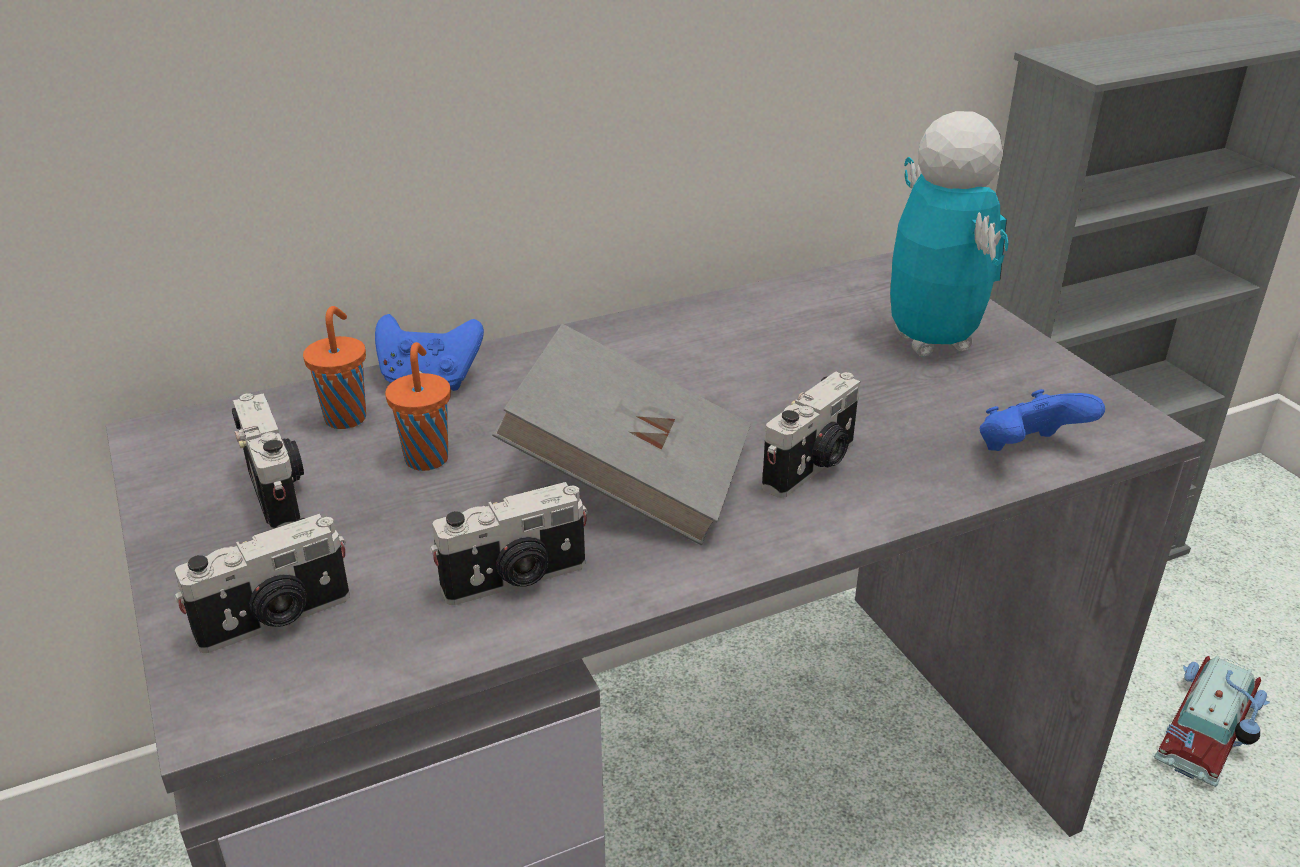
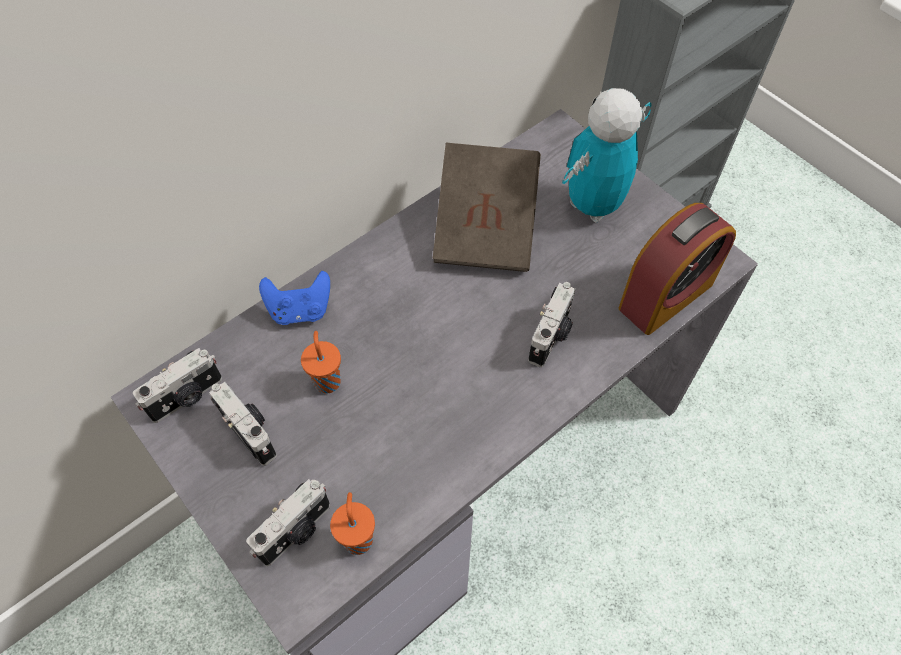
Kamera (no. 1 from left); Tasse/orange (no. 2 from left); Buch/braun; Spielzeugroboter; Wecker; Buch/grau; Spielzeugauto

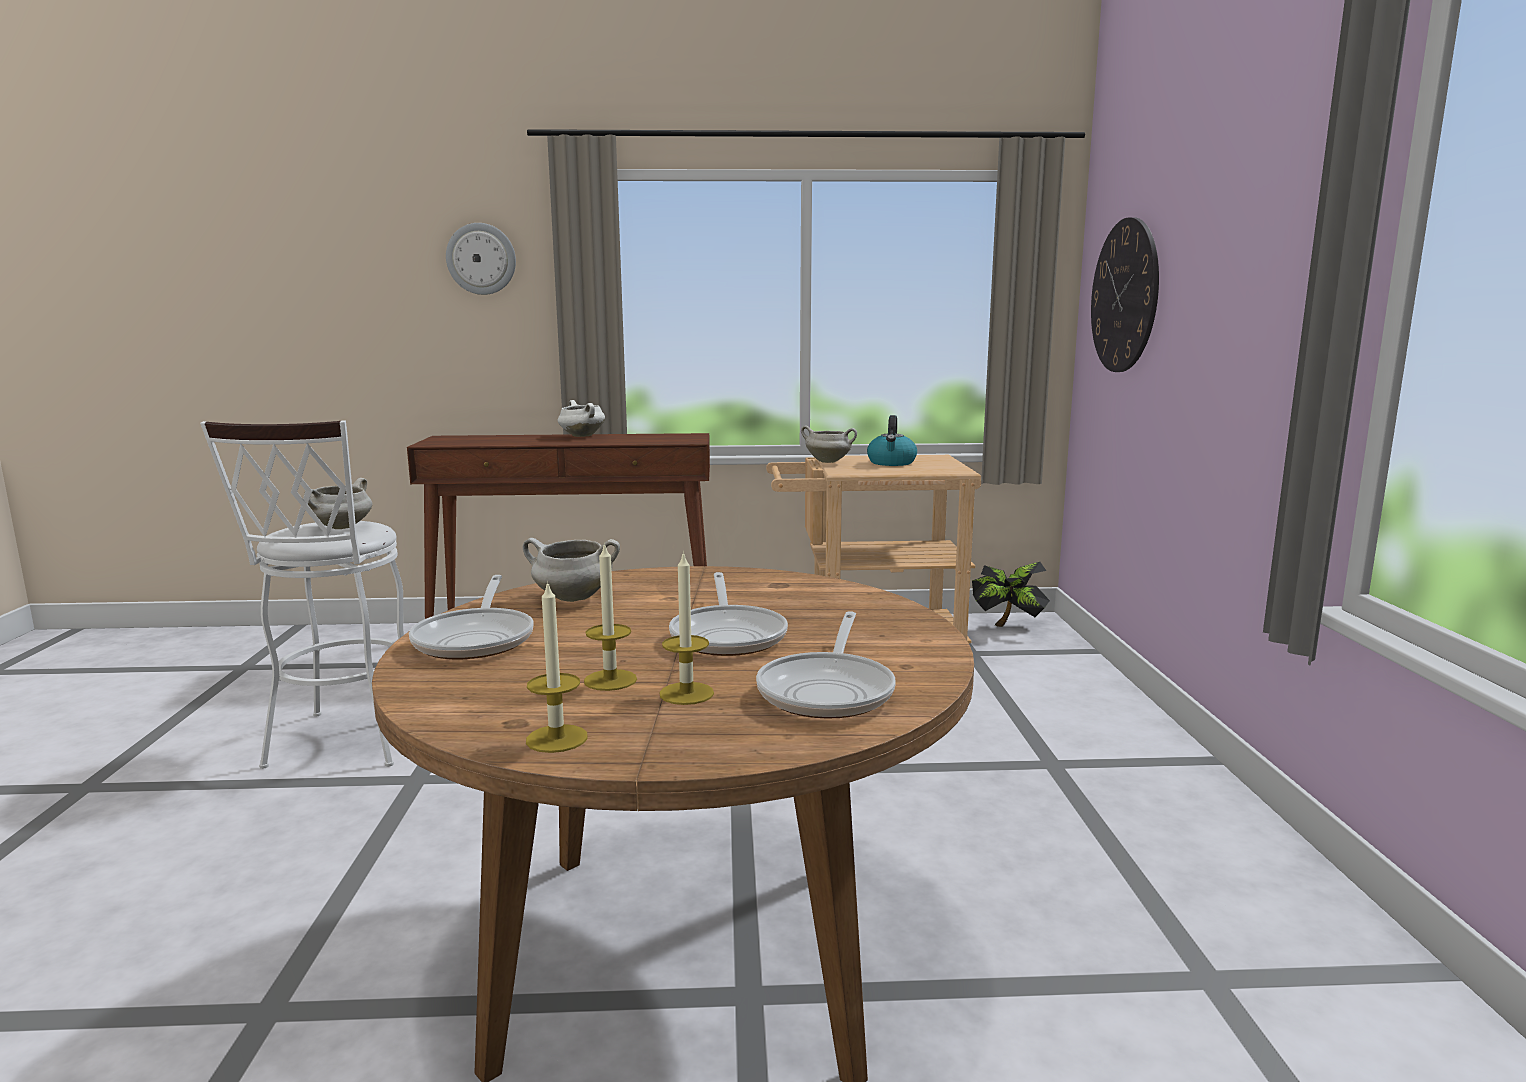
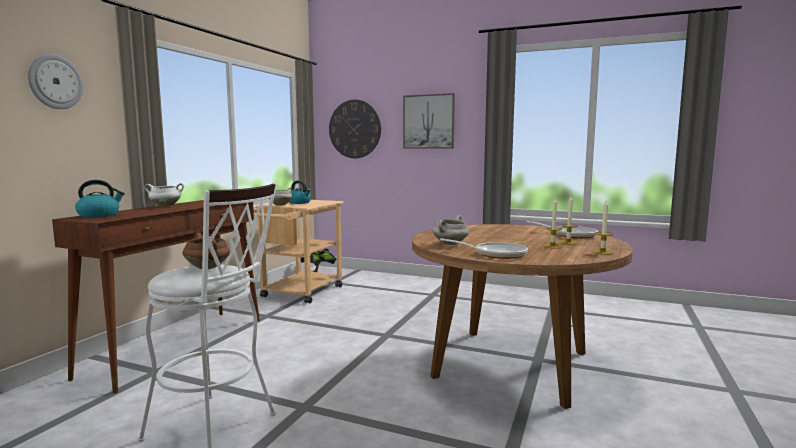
Wasserkessel (no. 1 from left); Kochtopf/braun; Bild; Pfanne (no. 2 from left in the first image)

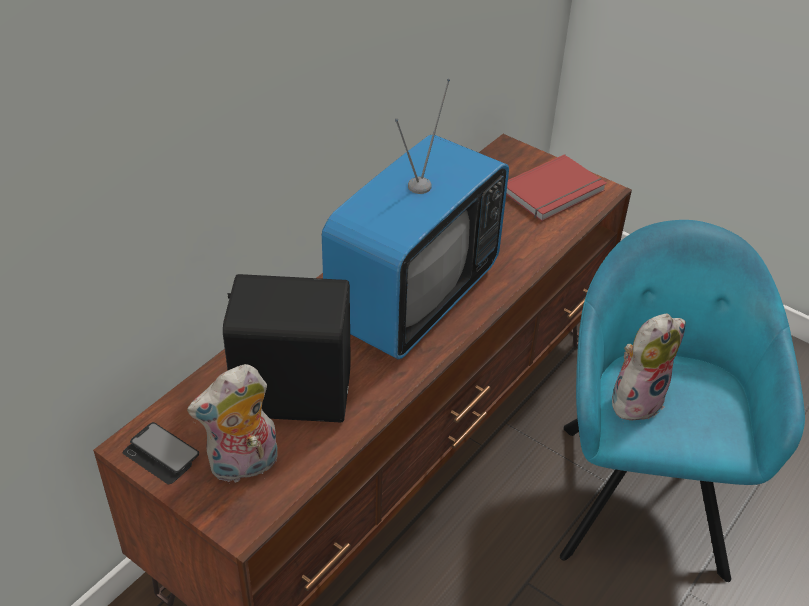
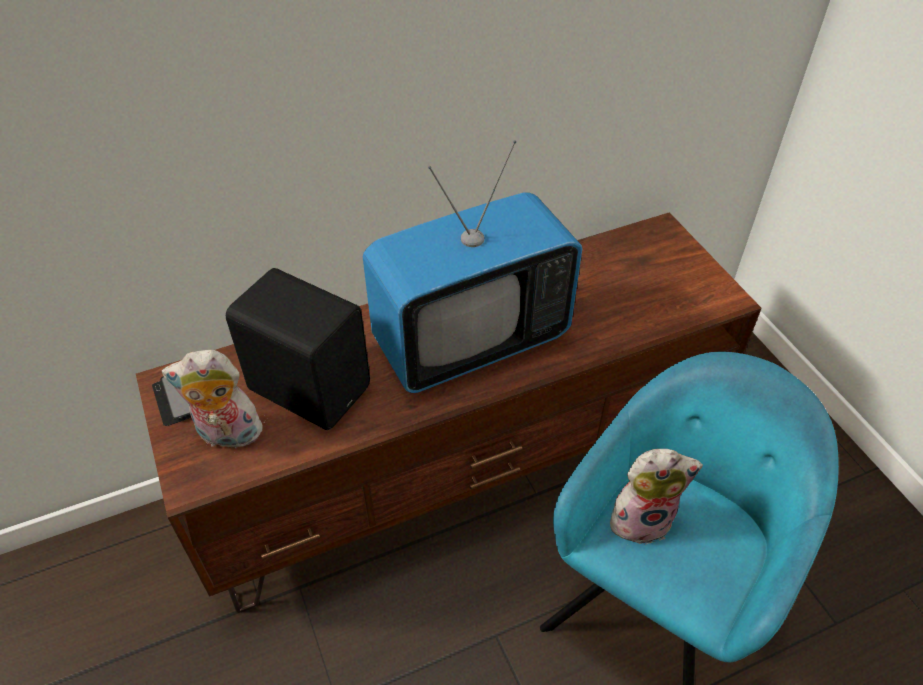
Buch/rot

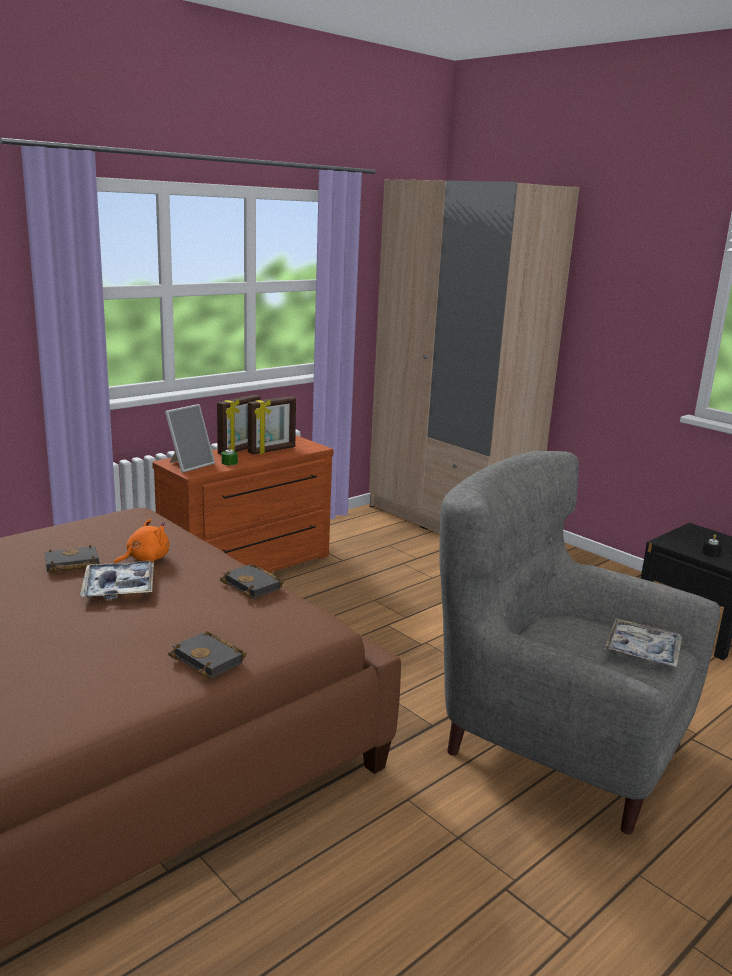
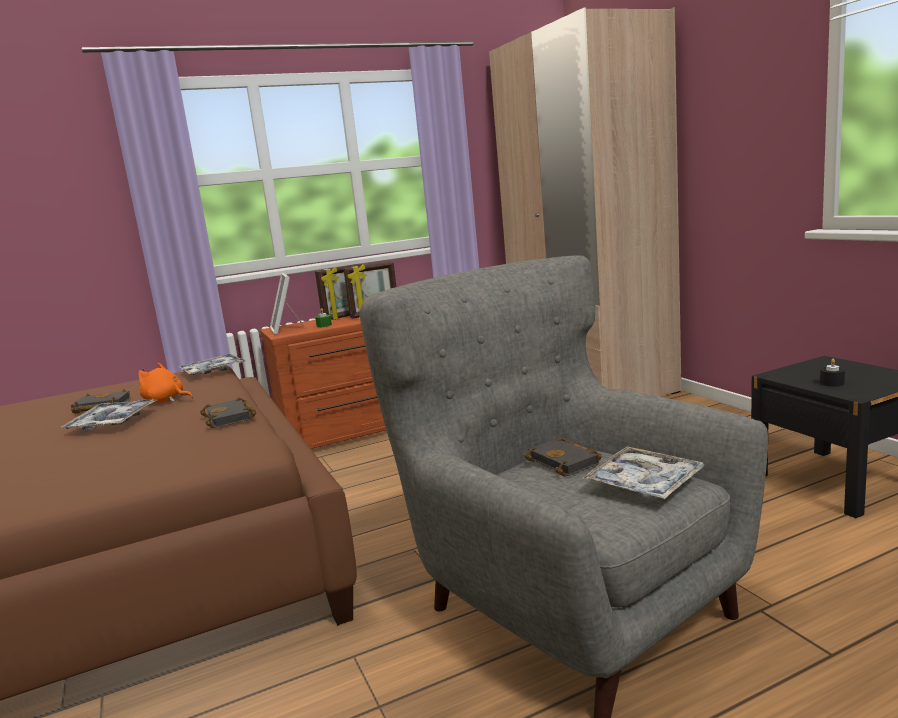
Plüschtier/orange; Tablett (no. 2 from left); Bilderrahmen (no. 1 from left); Buch/schwarz (no. 3 from left)

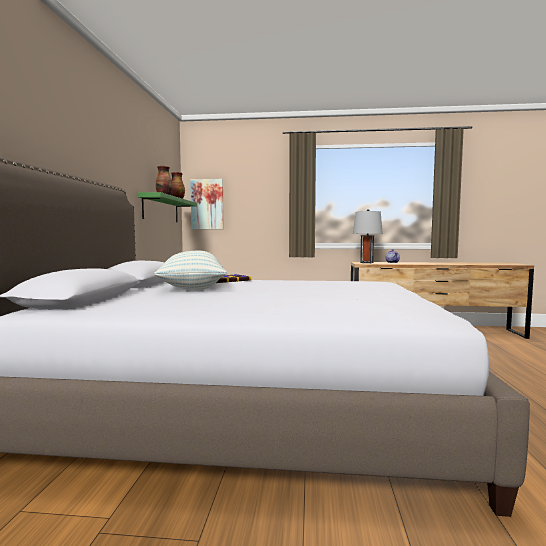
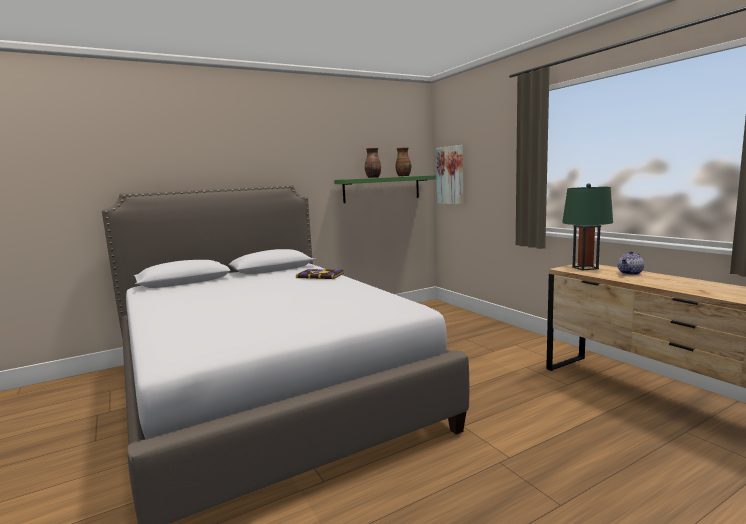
Tischlampe/grün; Kissen

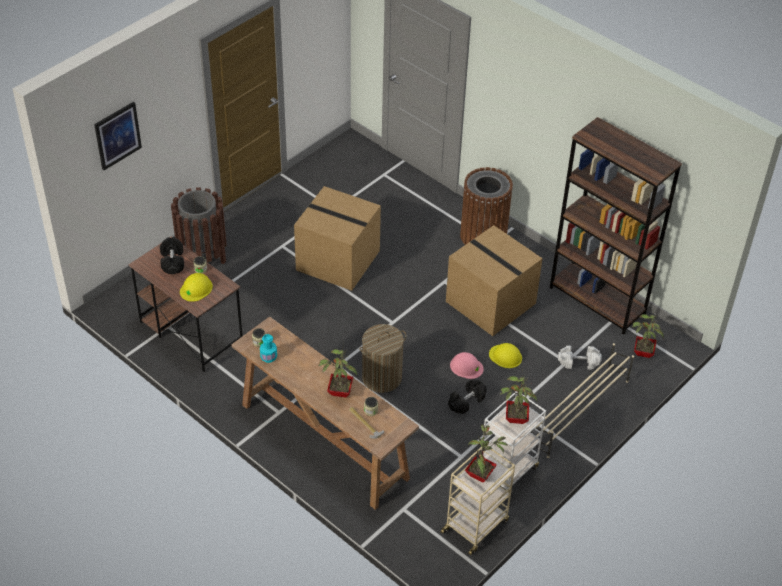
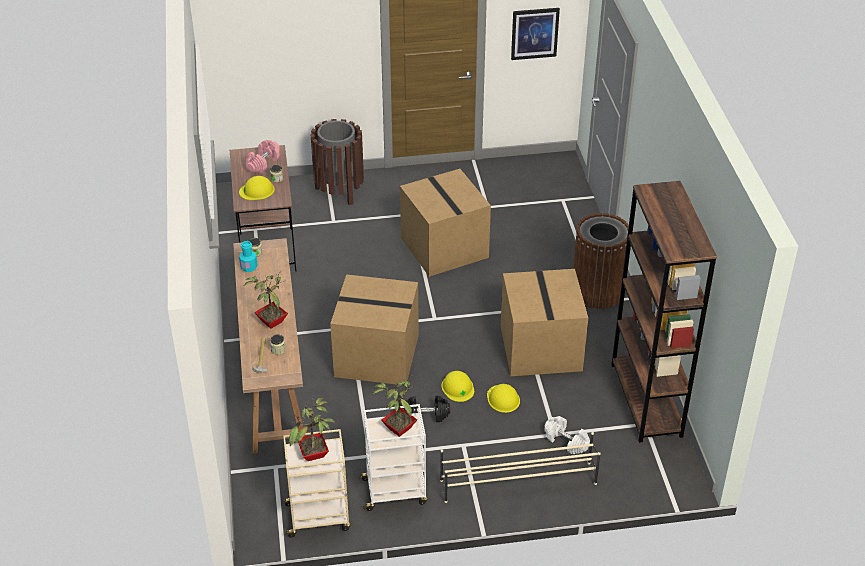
Hantel/rosa; Karton (no. 1 from left); Schutzhelm/gelb (no. 2 from left); Bild; Topfpflanze (no. 4 from left in the first image)

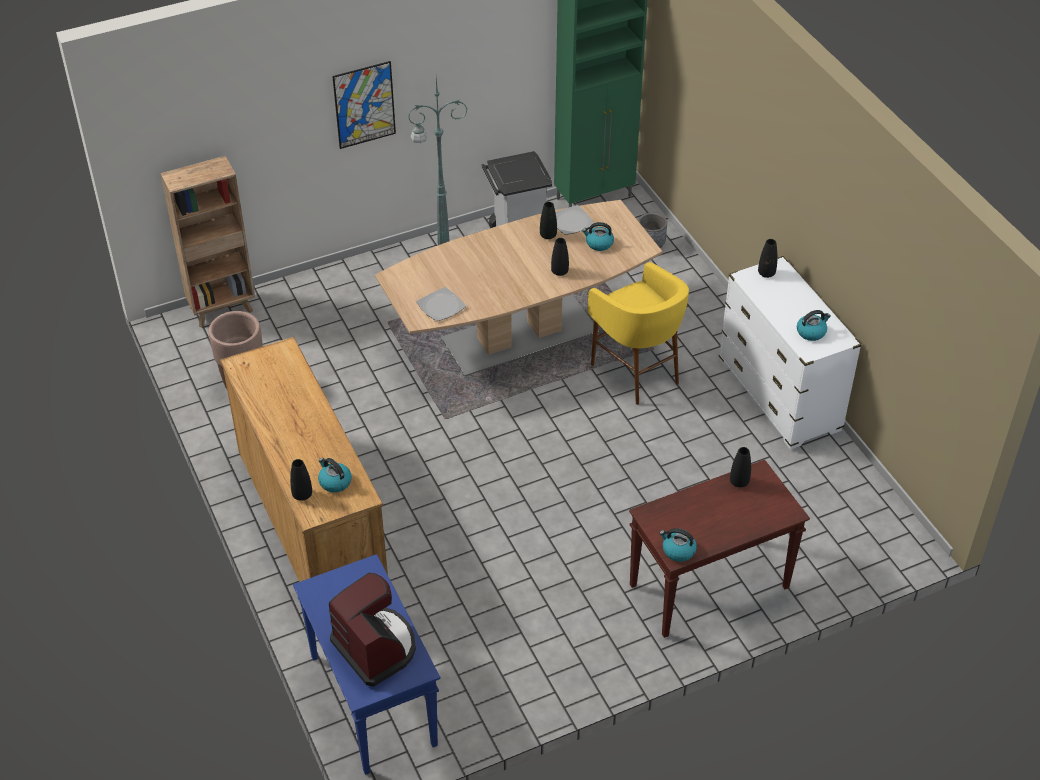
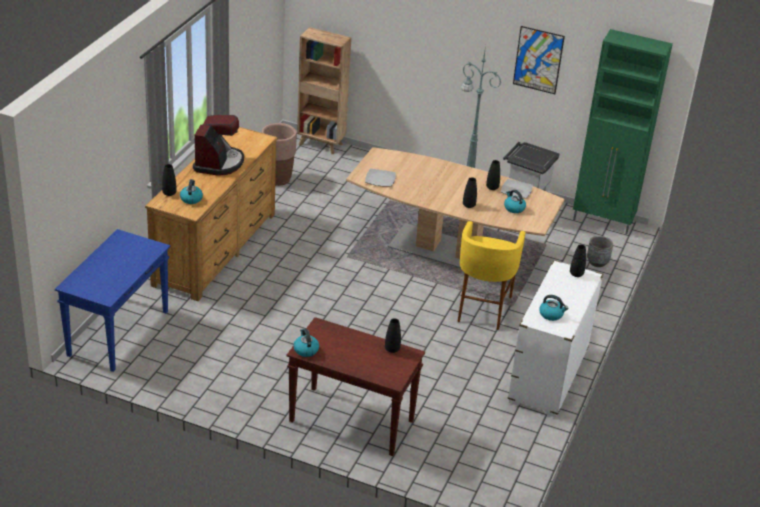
Kaffeemaschine; Bild

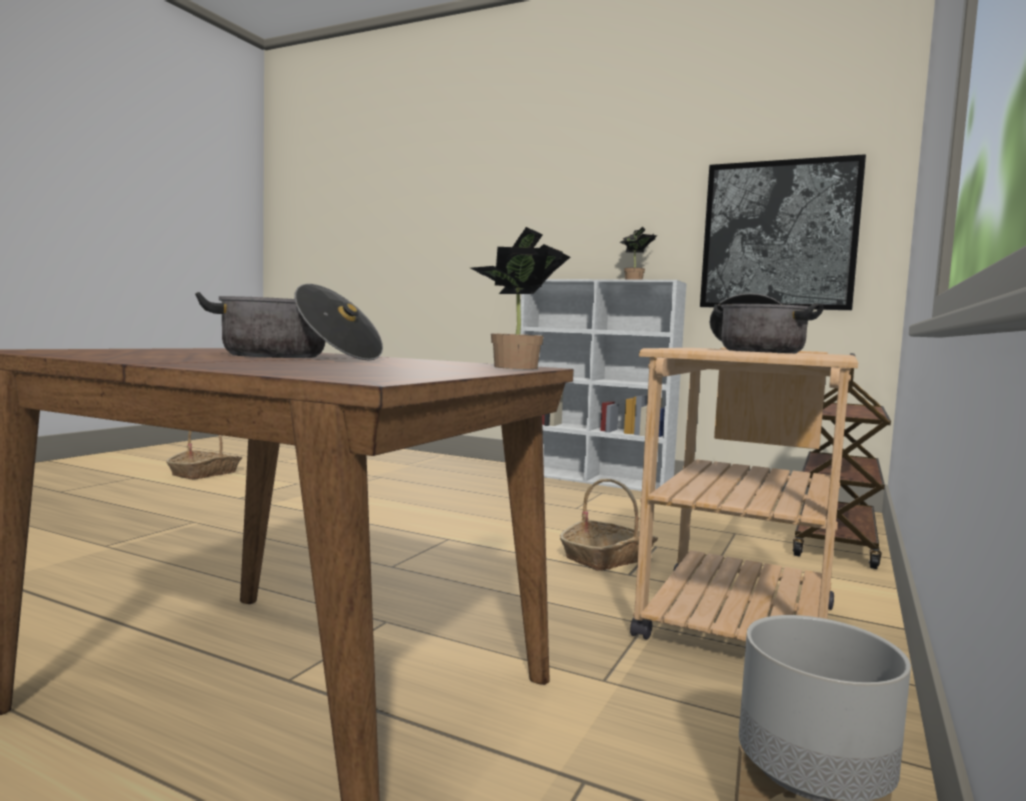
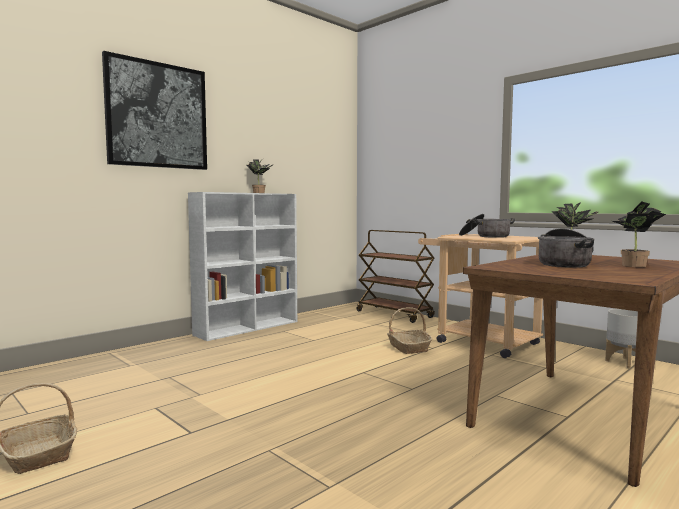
Bild; Topfpflanze (no. 3 from left)

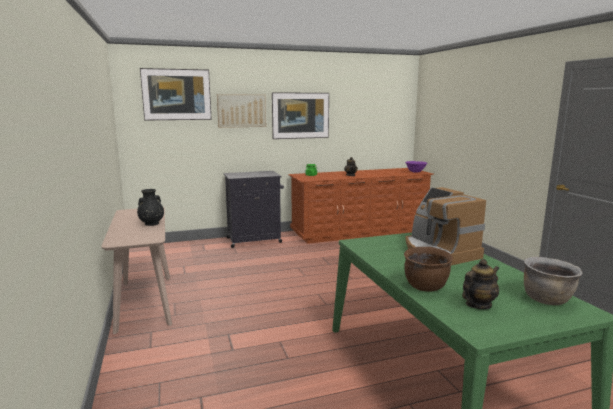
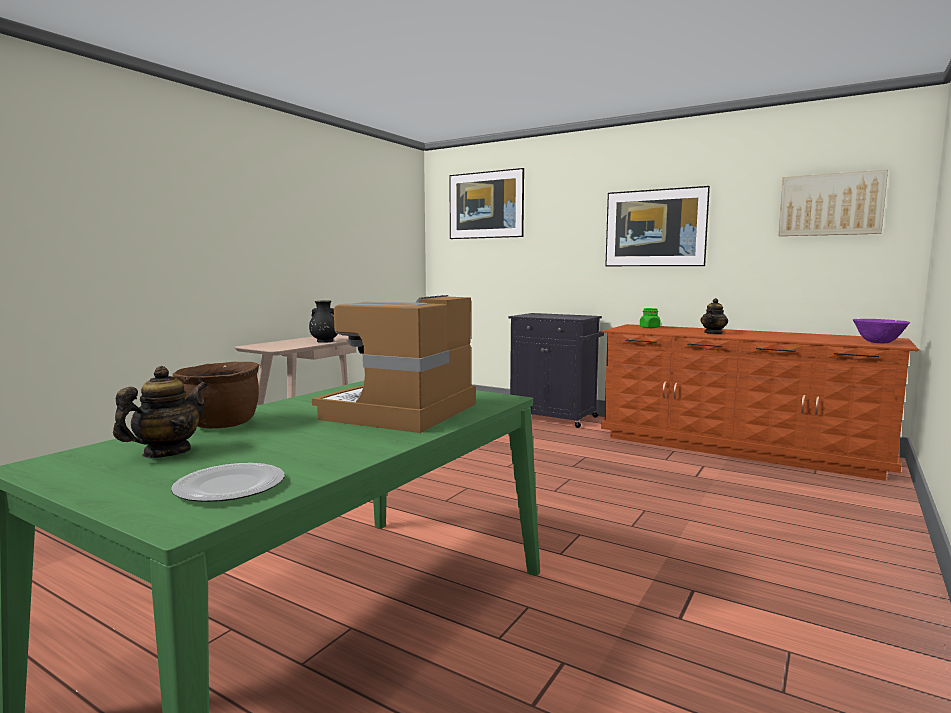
Teekanne (no. 1 from left); Teller; Bild (no. 3 from left)

